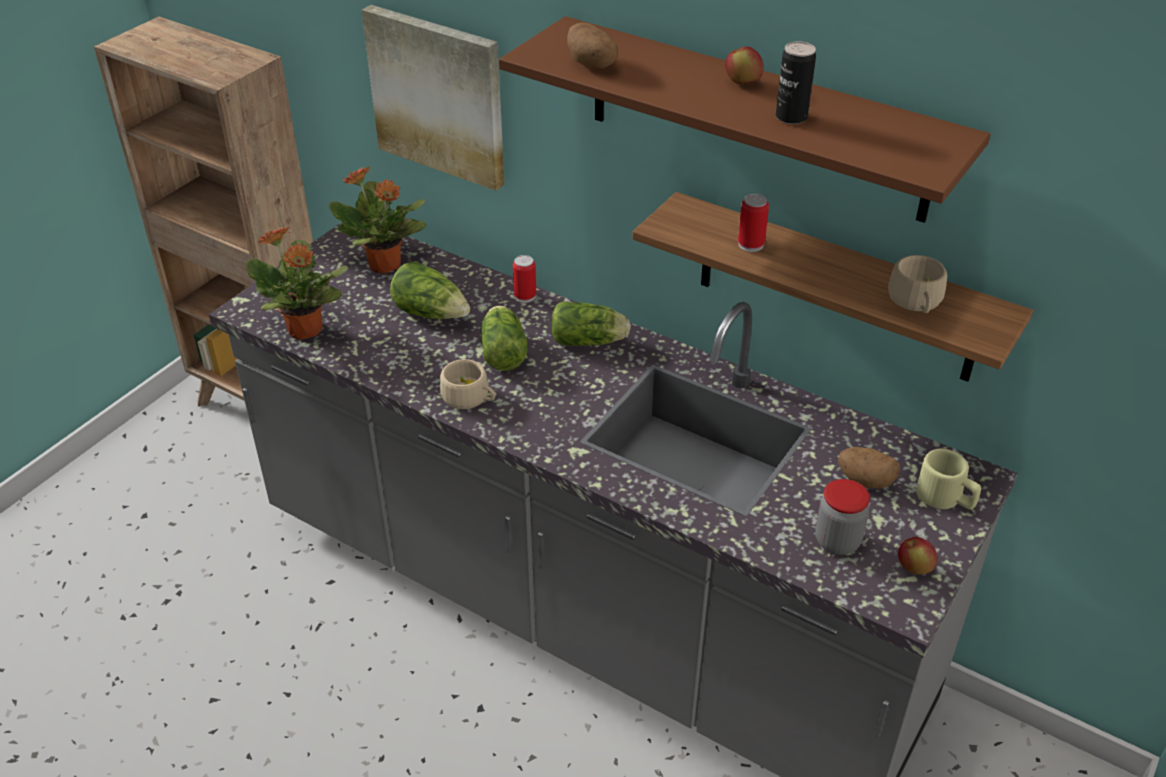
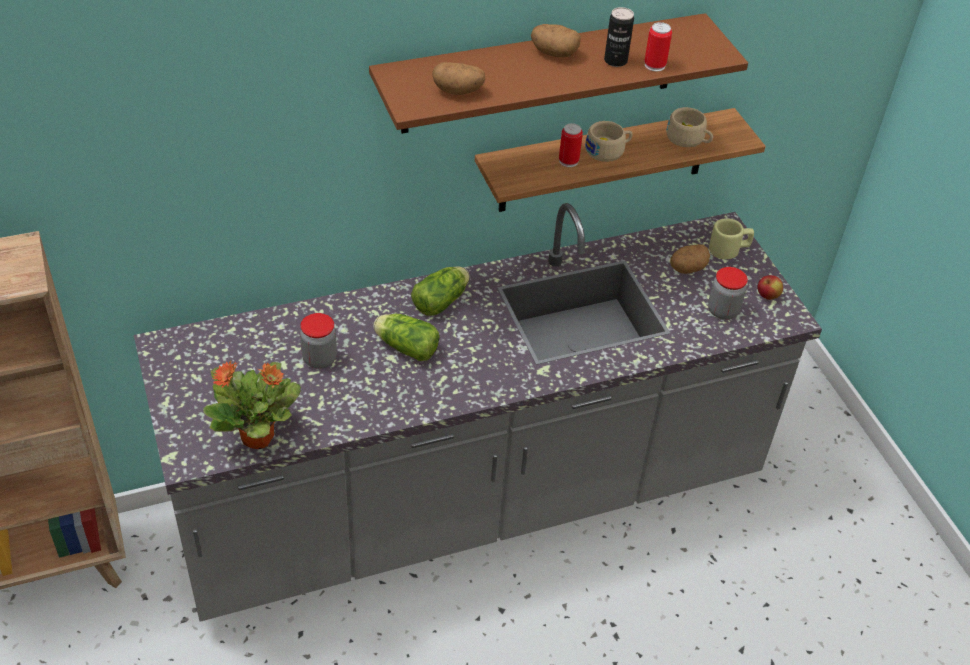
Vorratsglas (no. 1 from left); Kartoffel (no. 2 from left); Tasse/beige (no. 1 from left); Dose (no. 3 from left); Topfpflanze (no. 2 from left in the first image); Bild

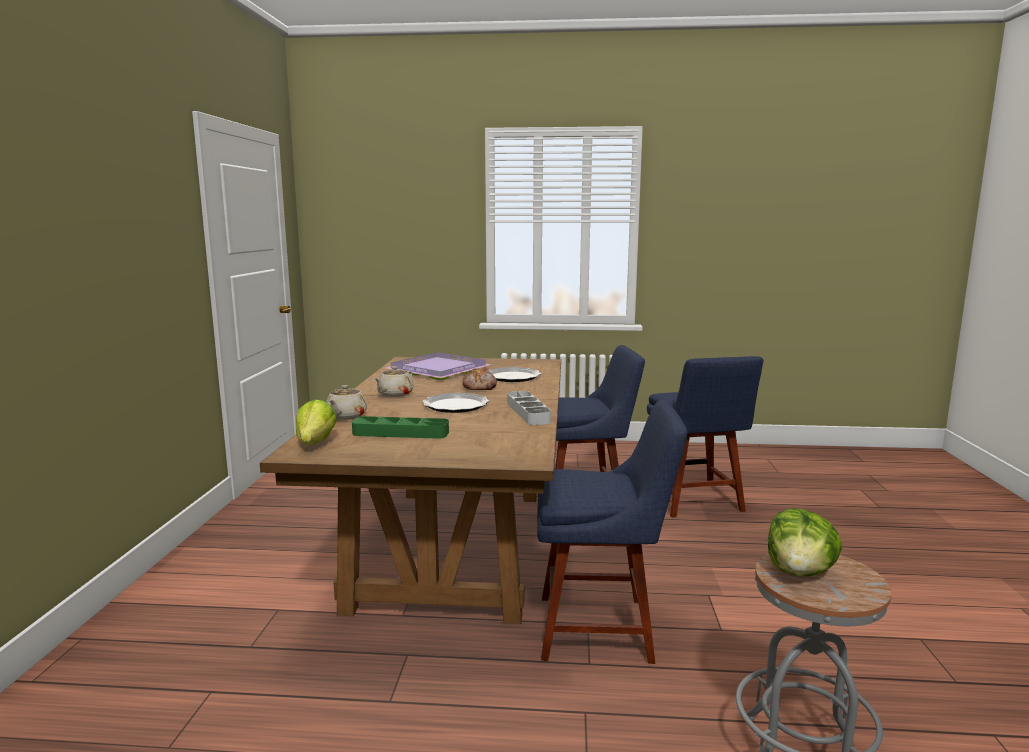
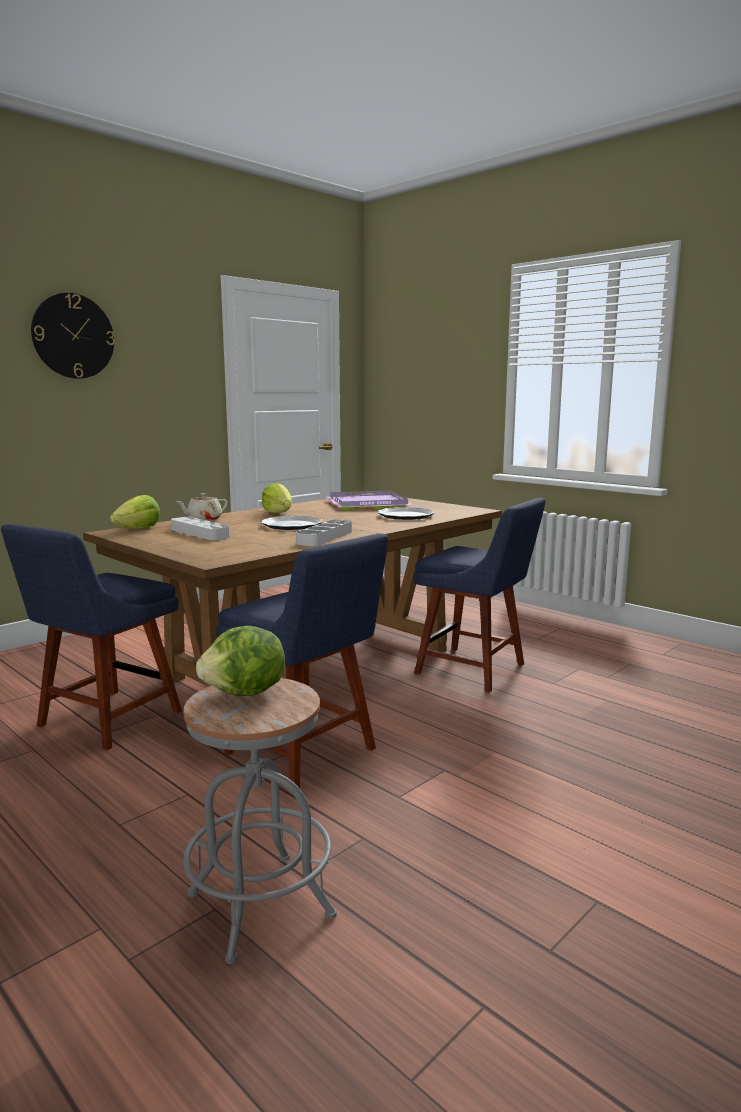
Stuhl/blau (no. 1 from left); Wanduhr; Tablett/grau (no. 1 from left); Salatkopf (no. 3 from left); Brot

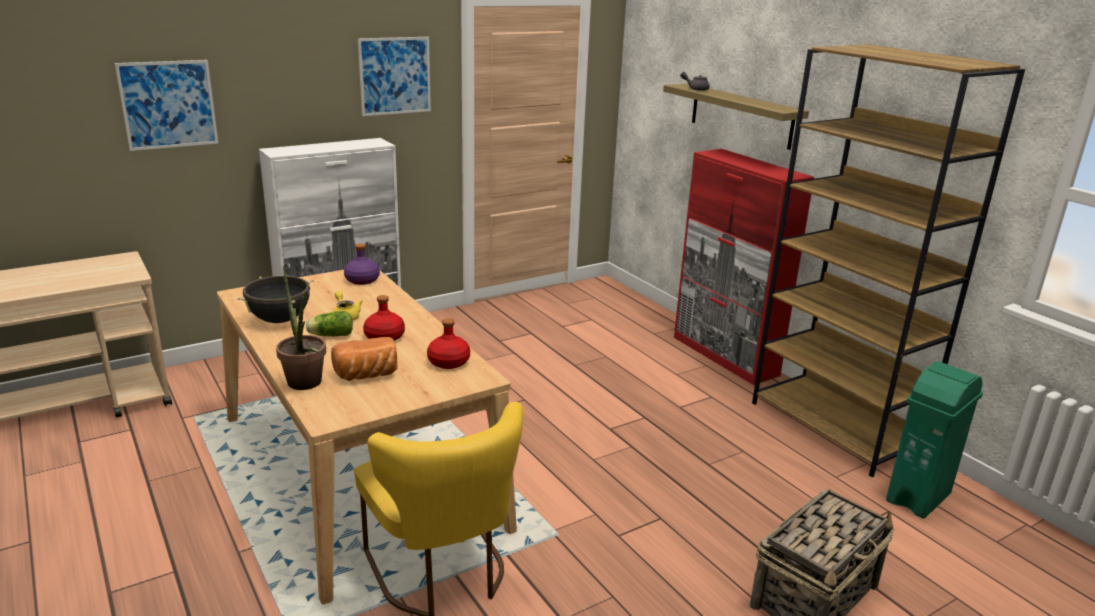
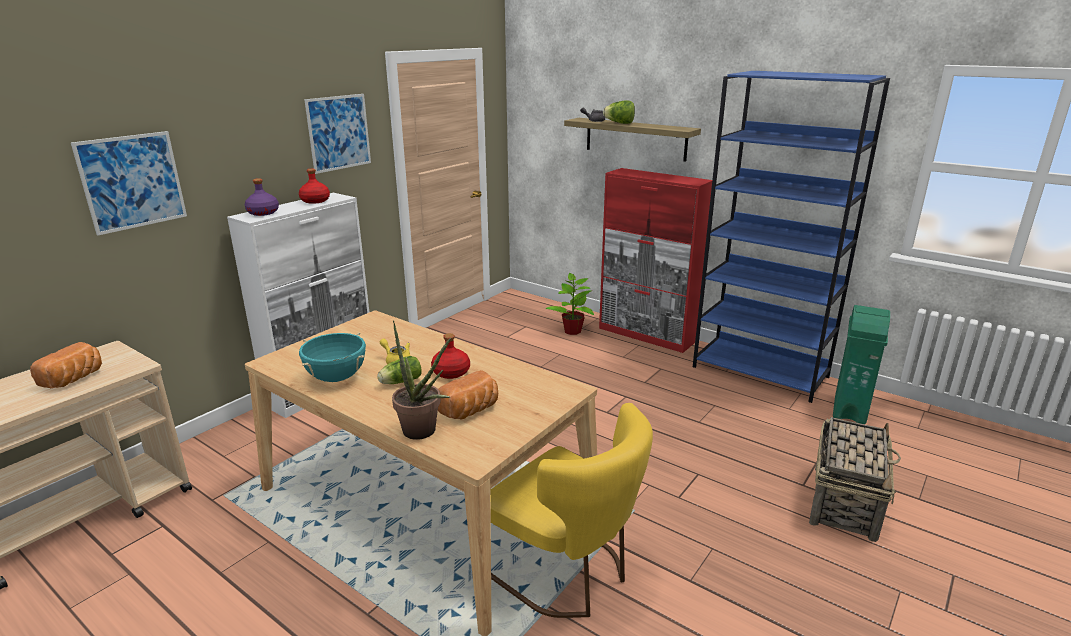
Brot (no. 1 from left); Flasche/lila; Flasche/rot (no. 1 from left); Kochtopf/türkis; Topfpflanze (no. 2 from left); Salatkopf (no. 2 from left); Bücherregal/blau

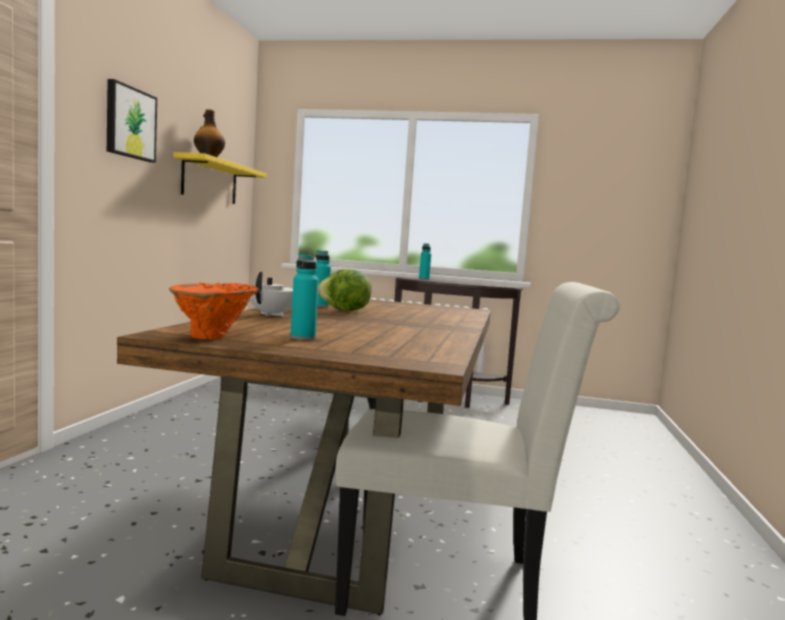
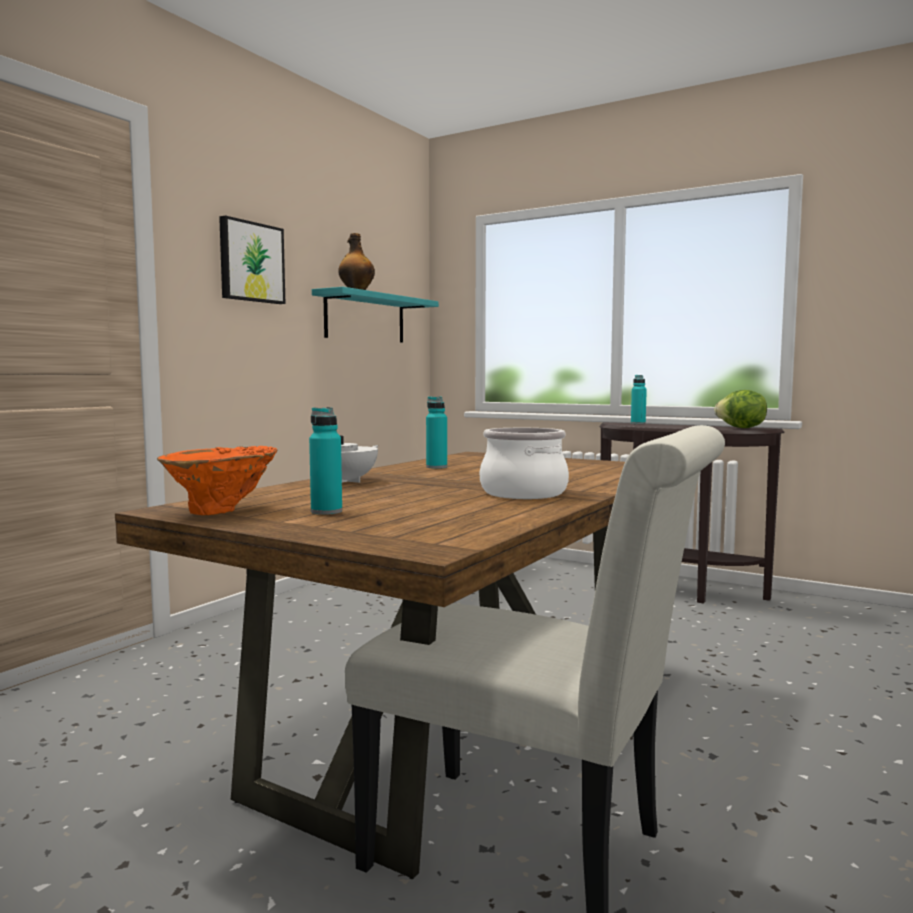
Wandregal/türkis; Kochtopf; Salatkopf

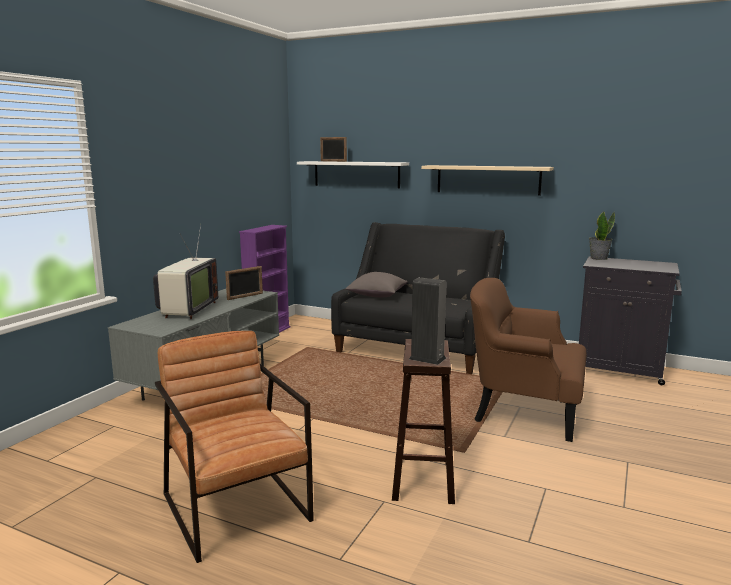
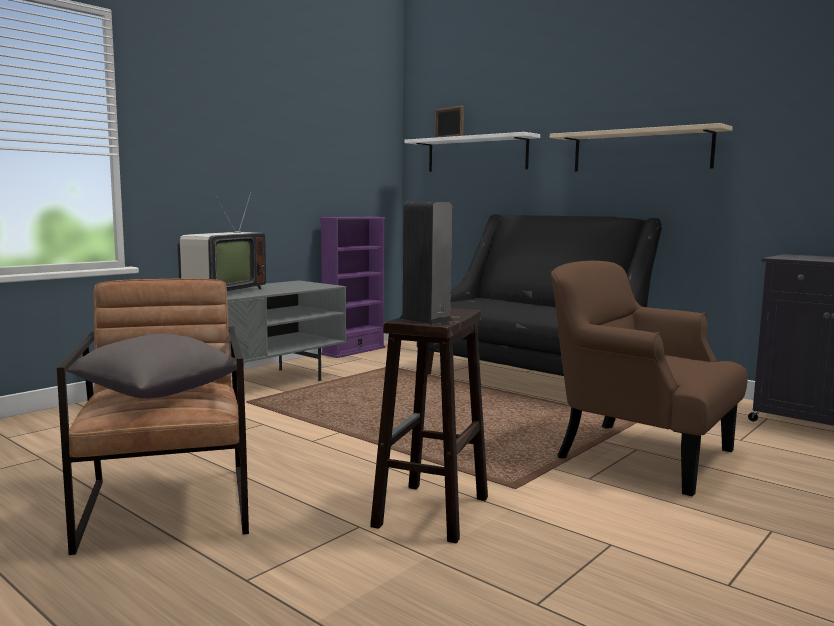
Kissen/grau; Bilderrahmen (no. 1 from left in the first image); Topfpflanze

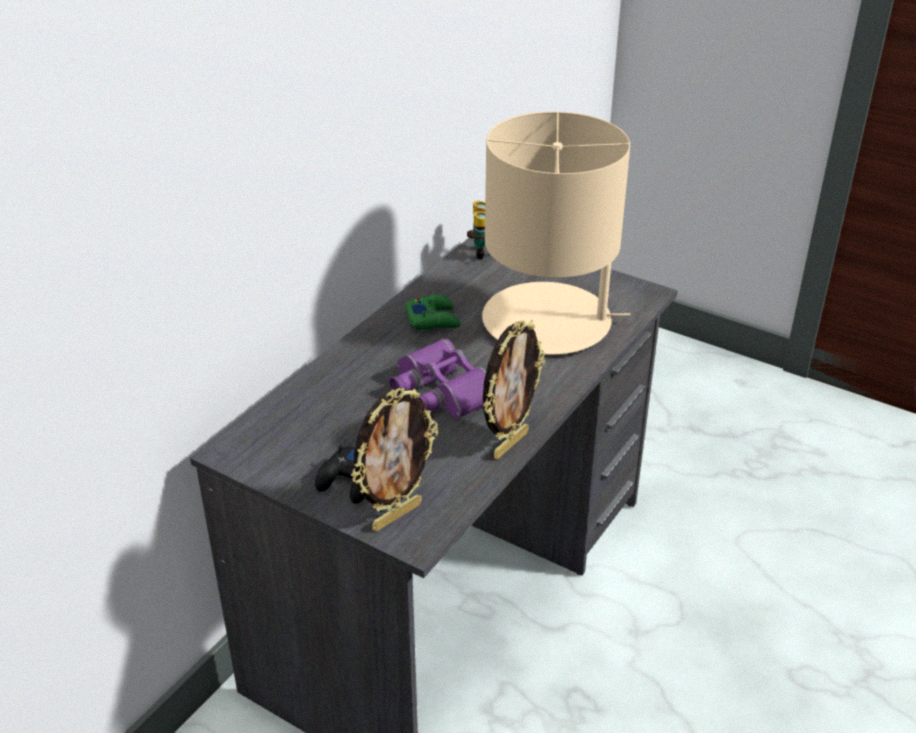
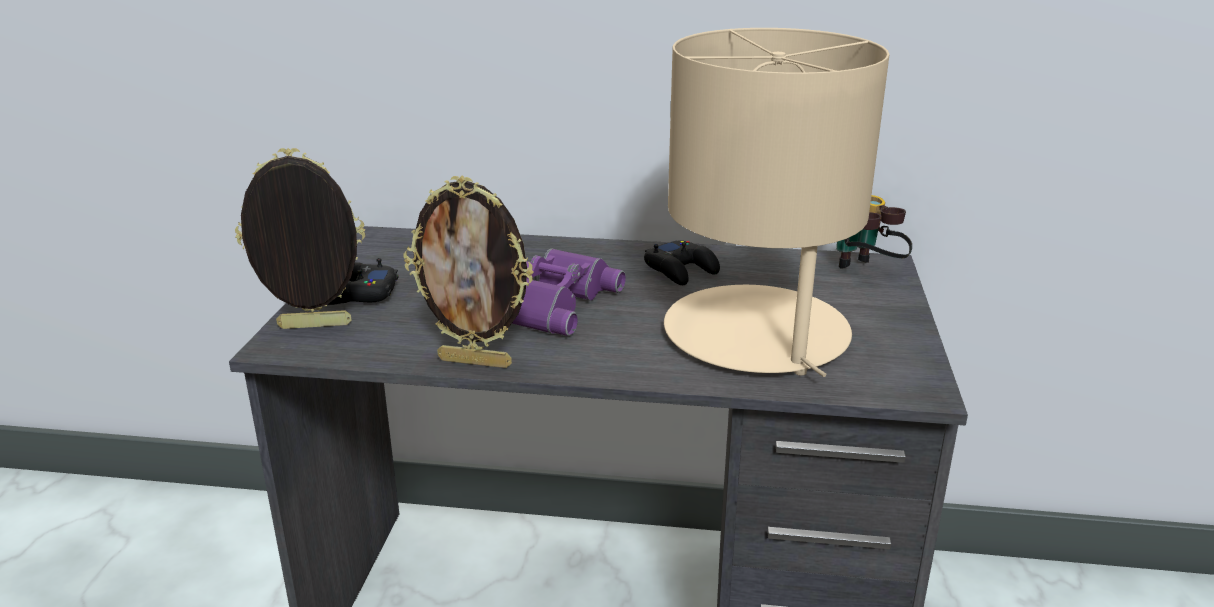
Bilderrahmen (no. 1 from left); Gamepad/schwarz (no. 2 from left)

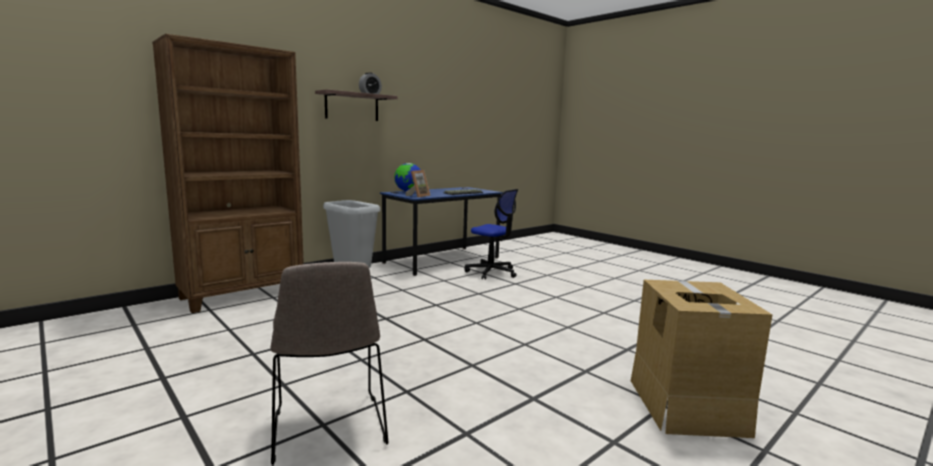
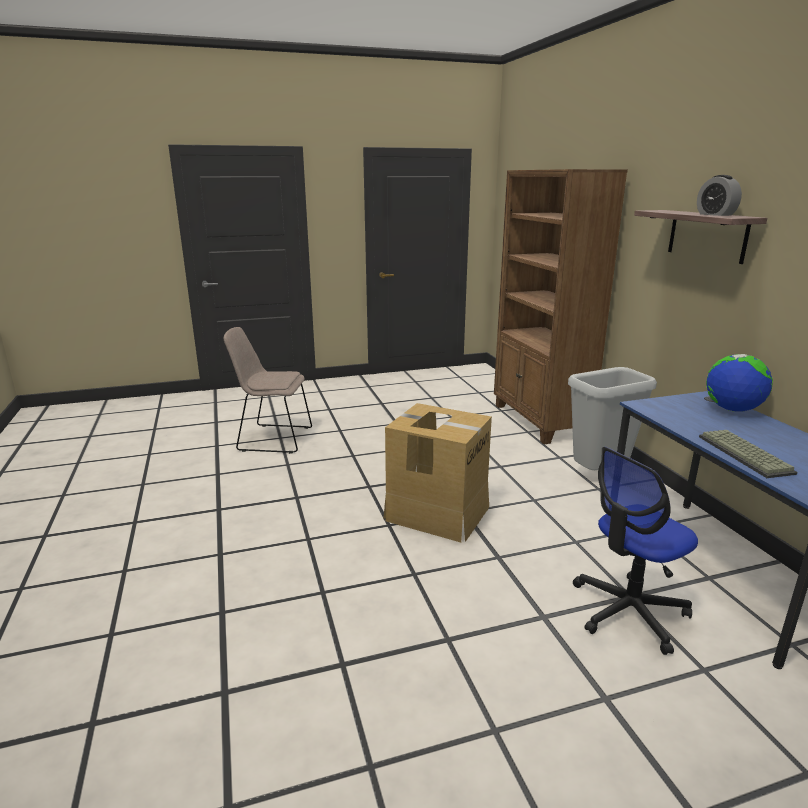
Karton; Bilderrahmen

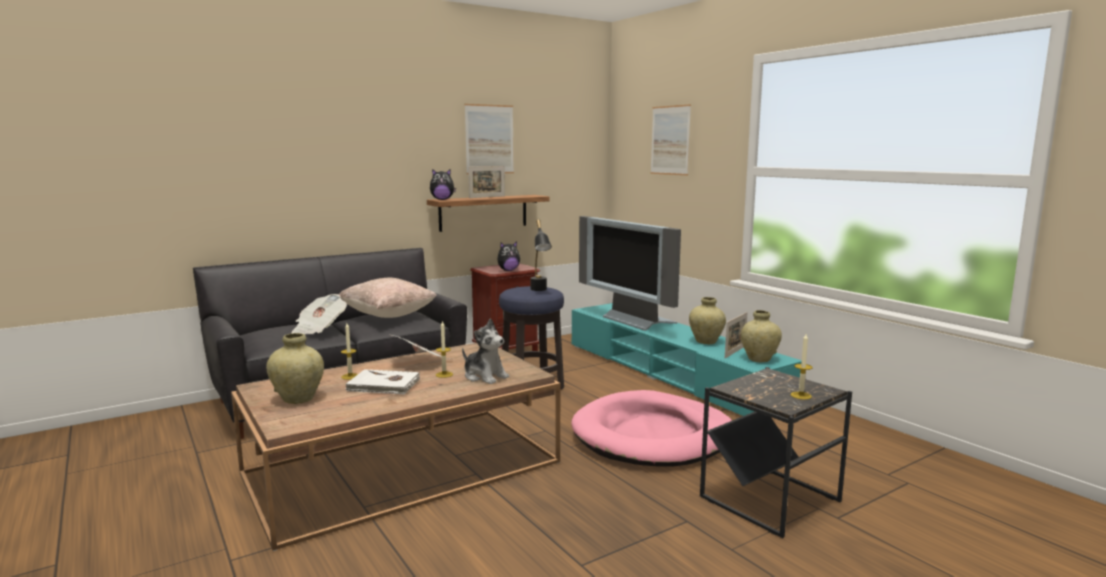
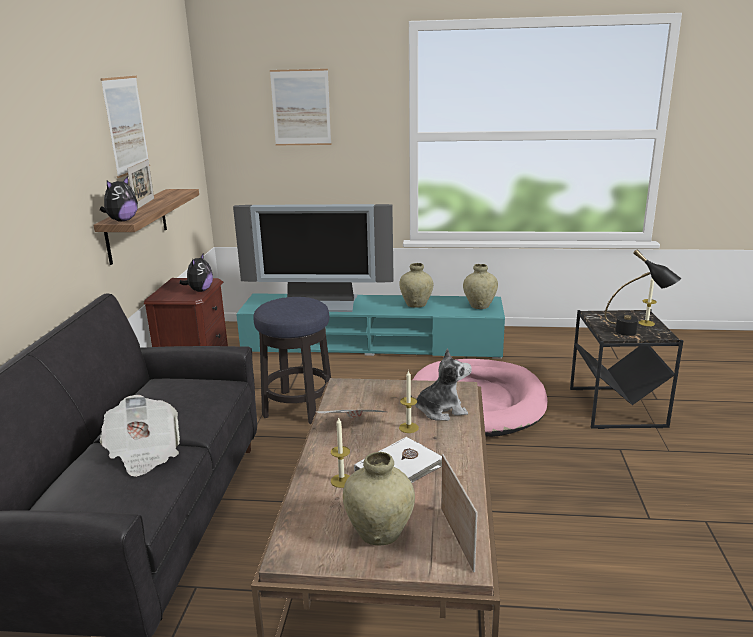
Bilderrahmen (no. 2 from left); Tischlampe/schwarz; Kissen/beige

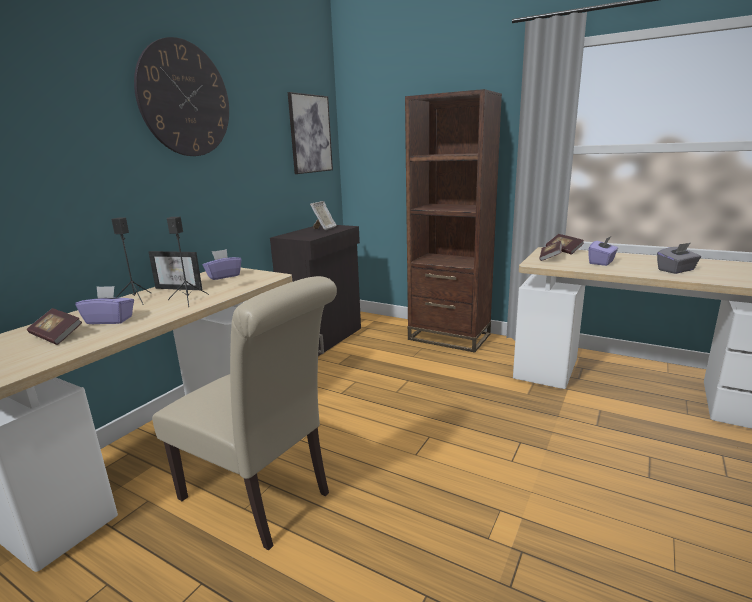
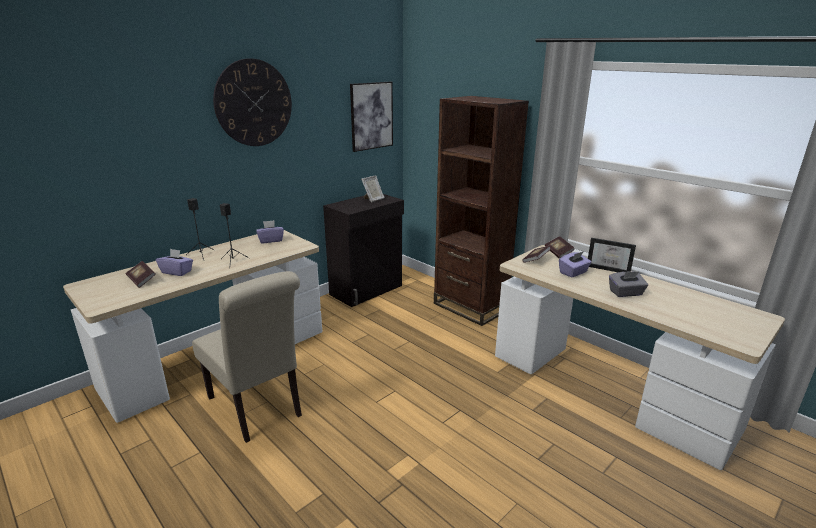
Bilderrahmen (no. 2 from left)

